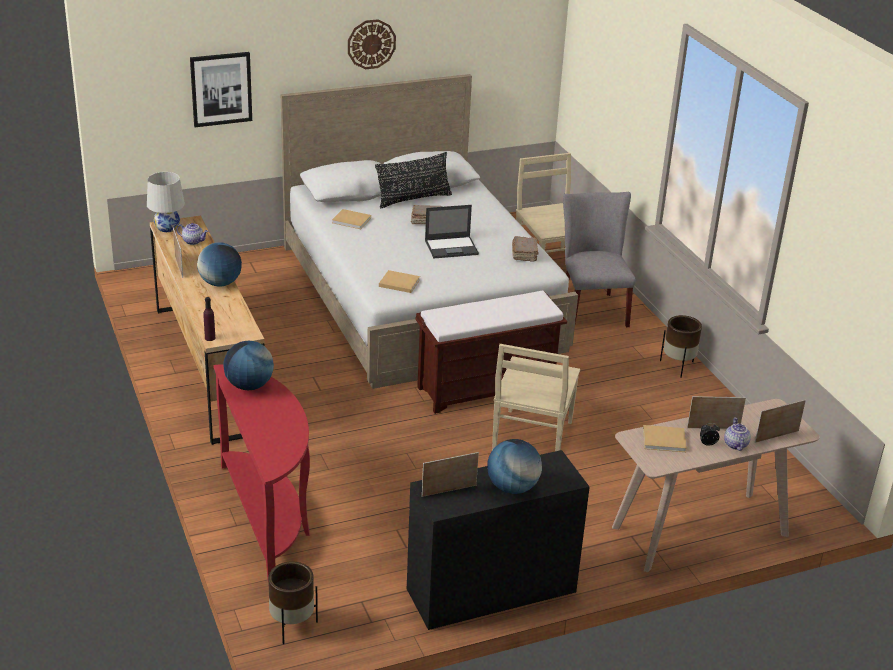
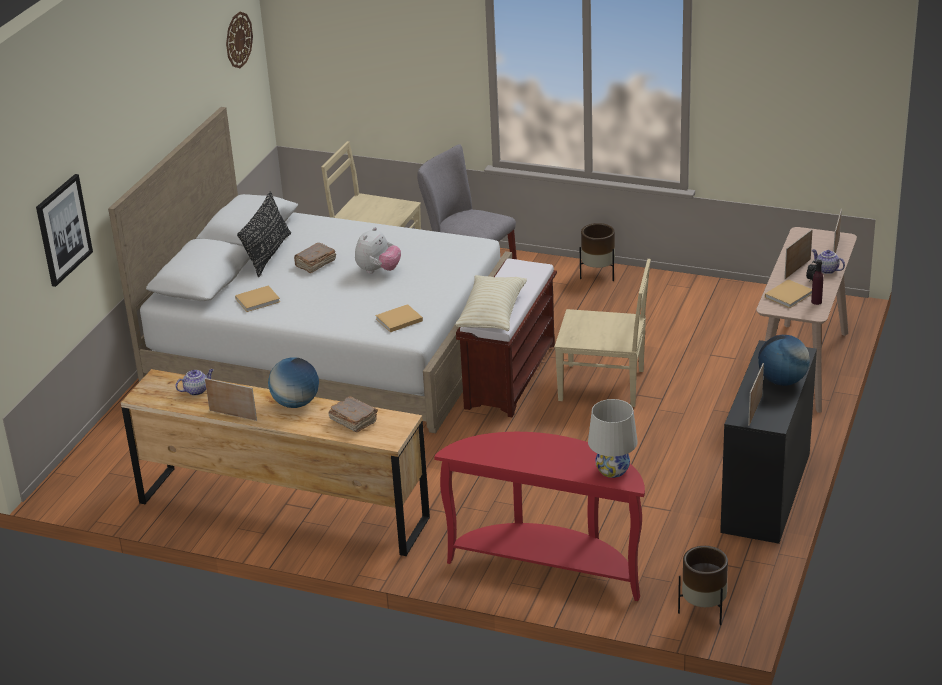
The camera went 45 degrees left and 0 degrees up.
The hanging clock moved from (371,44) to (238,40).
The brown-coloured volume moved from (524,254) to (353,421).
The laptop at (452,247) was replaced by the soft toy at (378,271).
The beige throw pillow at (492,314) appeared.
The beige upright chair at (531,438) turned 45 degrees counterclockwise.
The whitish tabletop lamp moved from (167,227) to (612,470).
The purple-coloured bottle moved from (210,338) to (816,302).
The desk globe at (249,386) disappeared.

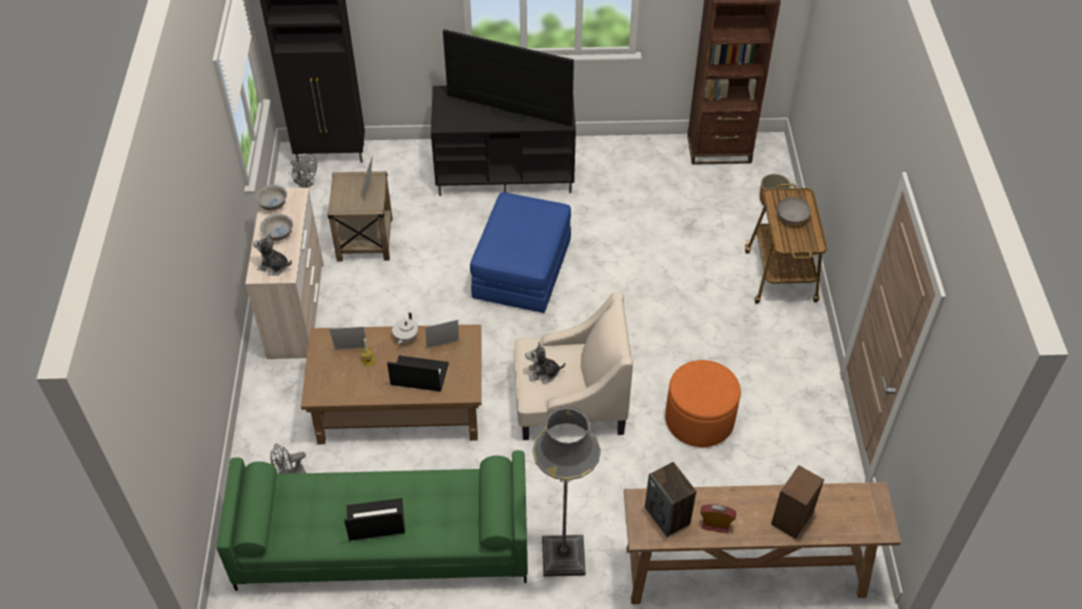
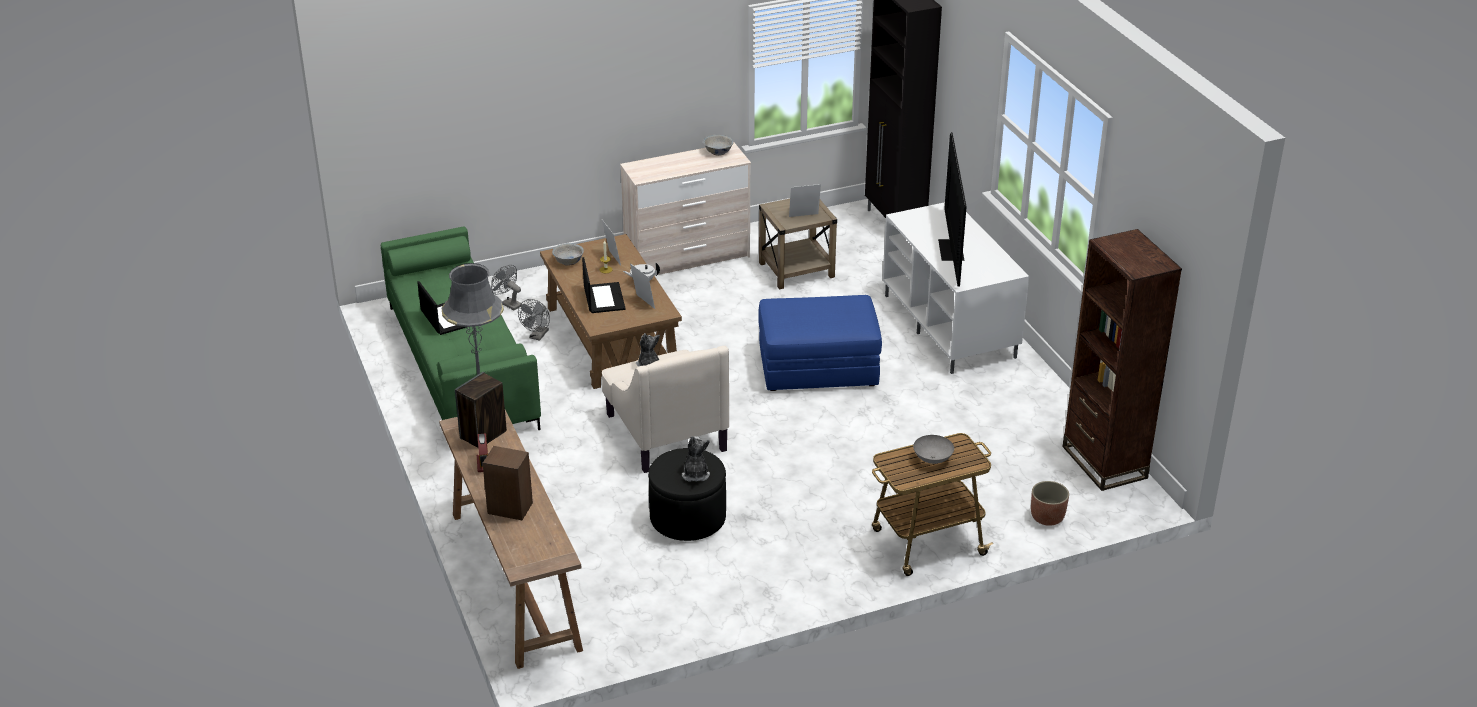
The camera went 70 degrees right and 15 degrees down.
The gray electric fan moved from (306,184) to (537,336).
The whitish deep dish moved from (279,234) to (568,261).
The orangey footrest at (699,420) became the black footrest at (688,518).
The soft toy moved from (274,266) to (695,474).
The black tv unit at (506,171) became the whitish tv unit at (951,326).

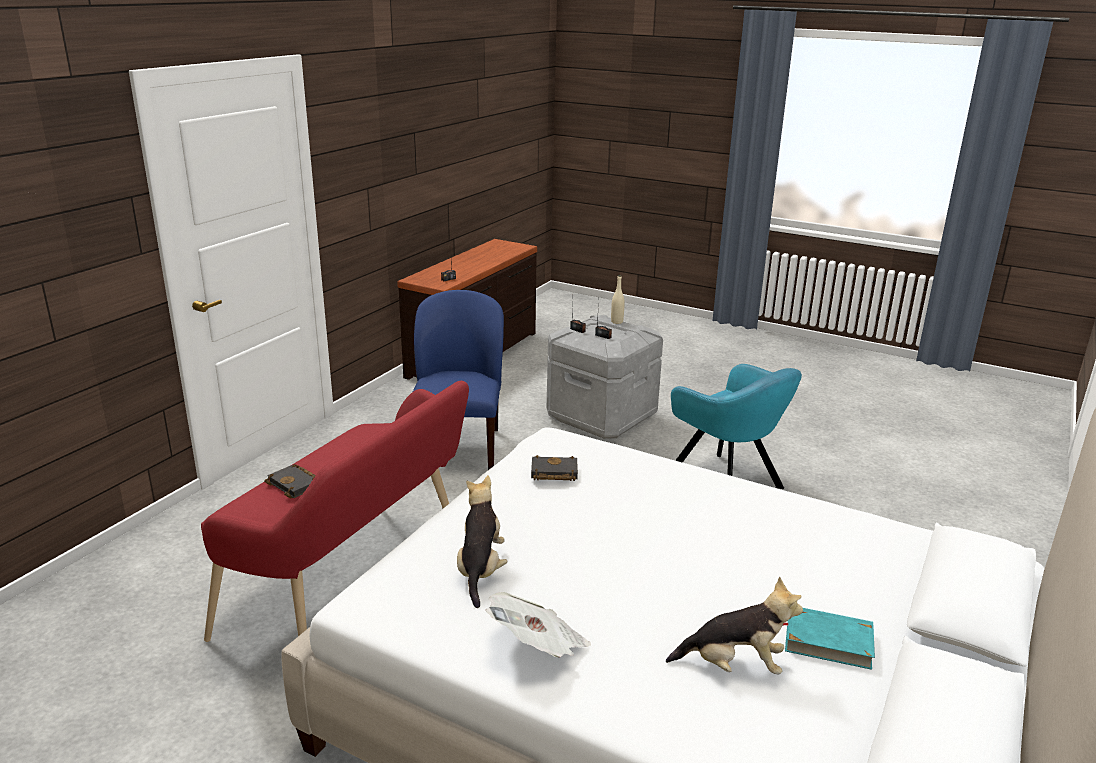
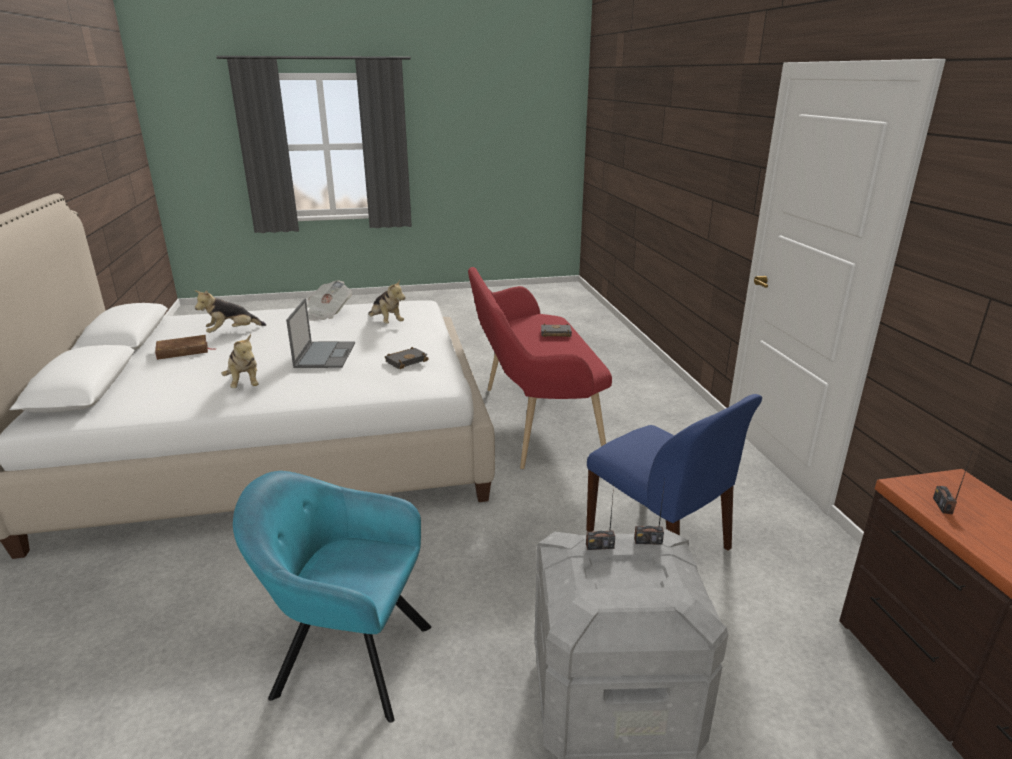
The camera went 140 degrees right and 0 degrees up.
The turquoise-coloured volume at (827,641) became the brown-coloured volume at (183,351).
The soft toy at (245,384) appeared.
The laptop at (325,355) appeared.
The beige bottle at (617,322) disappeared.

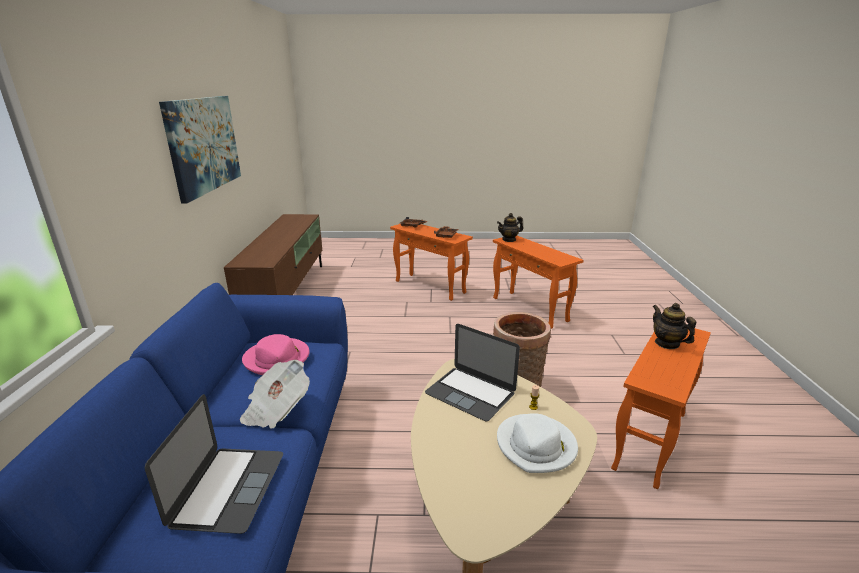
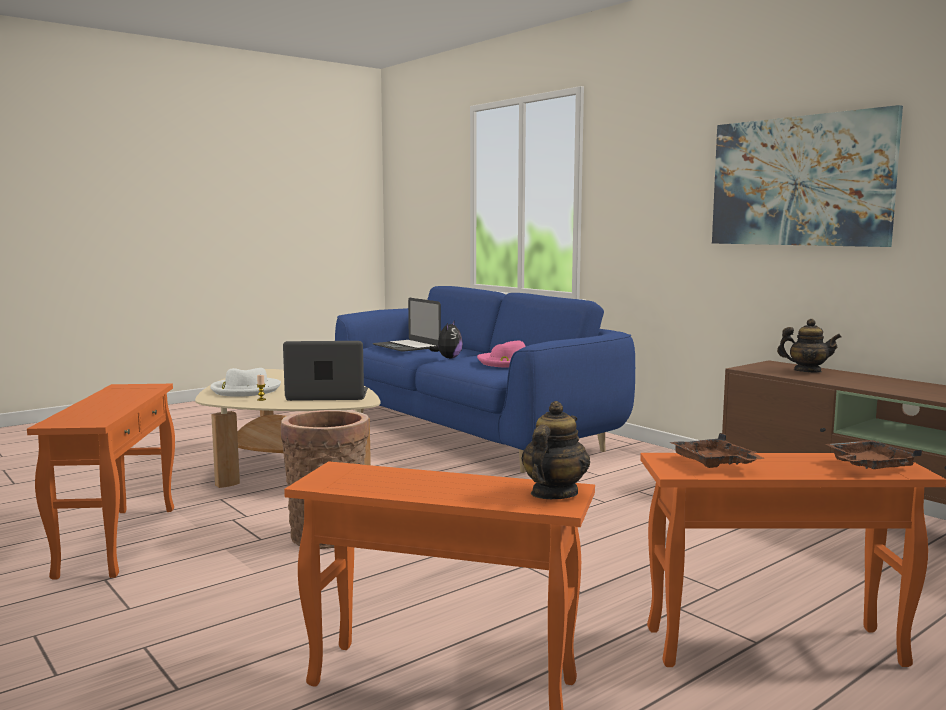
The camera went 140 degrees right and 15 degrees down.
The newspaper at (276,409) was replaced by the soft toy at (448,358).
The teapot moved from (667,343) to (807,371).

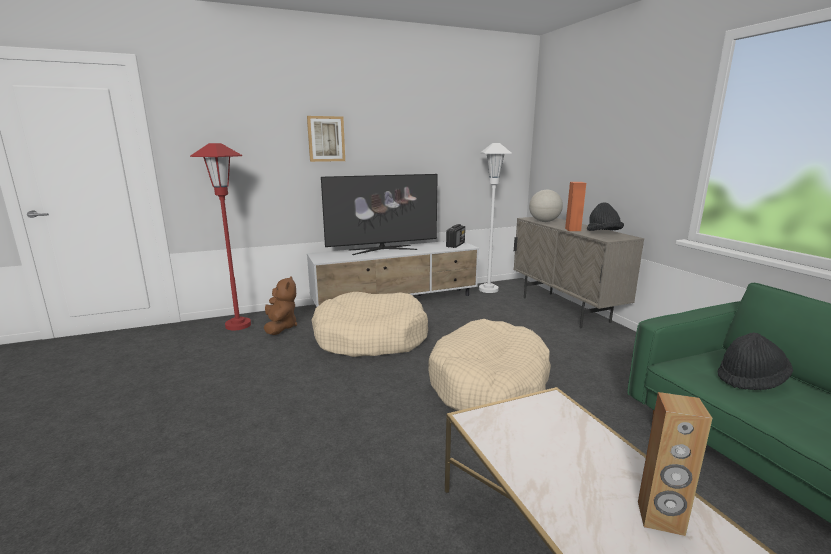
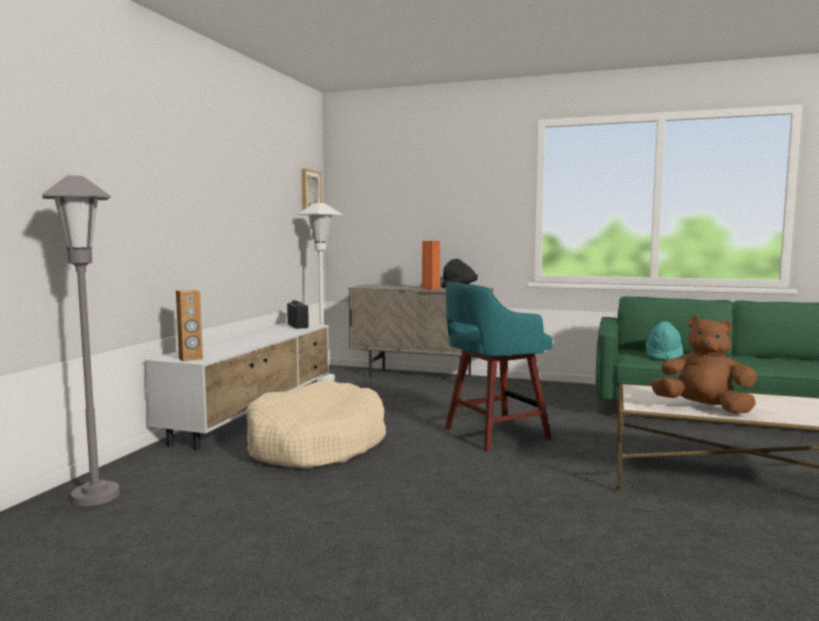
The camera went 50 degrees left and 10 degrees down.
The red standard lamp at (238,325) became the gray standard lamp at (95,496).
The brown-coloured loudspeaker moved from (660,518) to (191,358).
The wall art moved from (326,139) to (310,192).
The beige dog cushion at (489,383) was replaced by the turquoise-coloured sitting stool at (493,434).
The black wearable hat at (750,380) became the turquoise-coloured wearable hat at (663,356).
The brown-coloured soft toy moved from (280,327) to (703,408).
The television at (382,250) disappeared.
The desk globe at (544,221) disappeared.

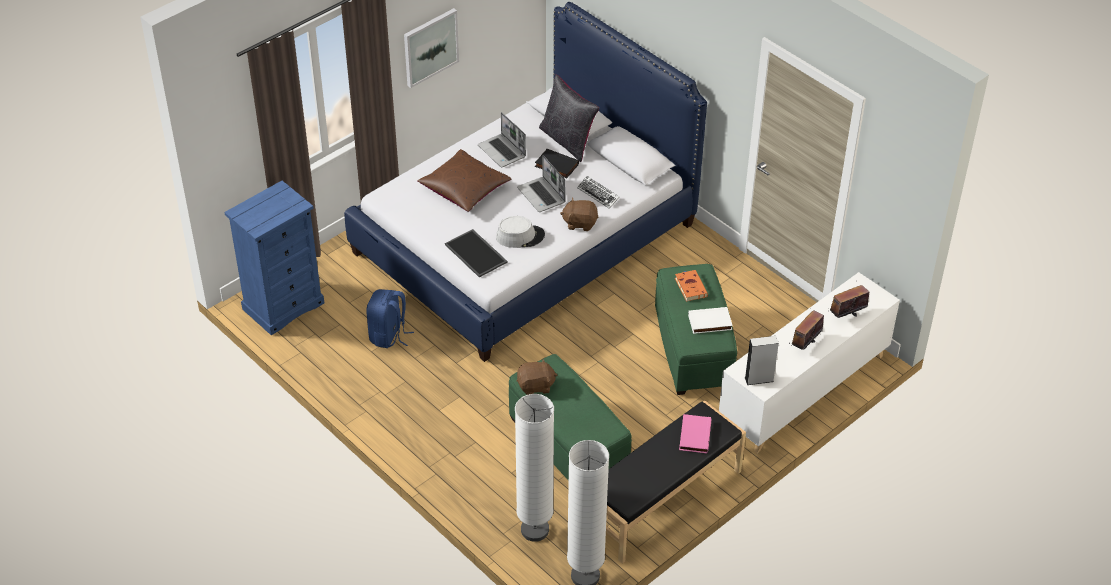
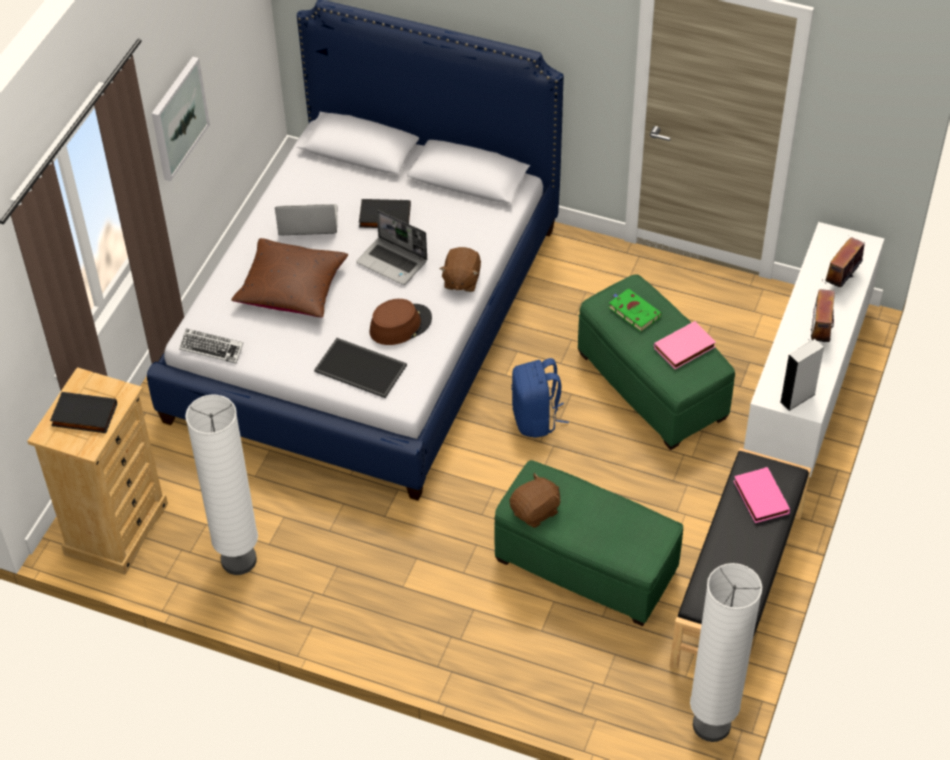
The camera went 25 degrees left and 5 degrees up.
The blue-coloured dresser at (283,306) became the beige dresser at (116,528).
The black volume at (83,416) appeared.
The keyboard moved from (598,194) to (211,348).
The whitish standard lamp moved from (535,530) to (239,560).
The laptop at (502,152) turned 150 degrees clockwise.
The gray wearable hat at (520,236) became the brown-coloured wearable hat at (400,325).
The brown-coloured soft toy at (580,223) turned 60 degrees counterclockwise.
The blue-coloured rucksack moved from (388,336) to (536,419).
The orangey volume at (690,286) became the greenish volume at (633,311).
The whitish volume at (709,323) became the pink-coloured volume at (685,348).
The black throw pillow at (568,140) disappeared.

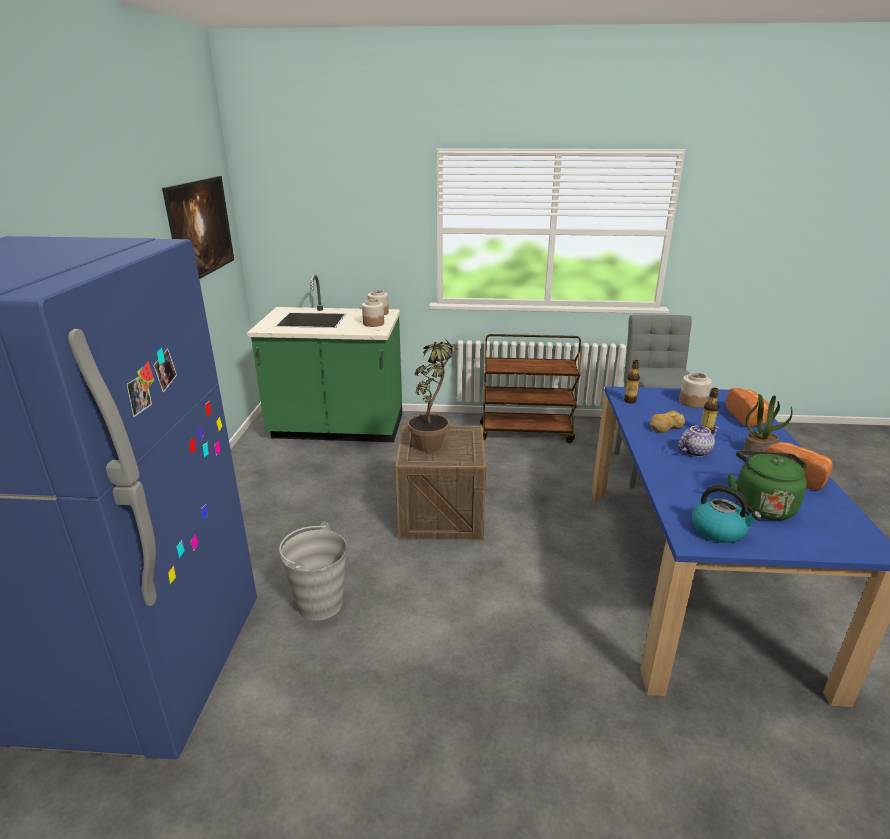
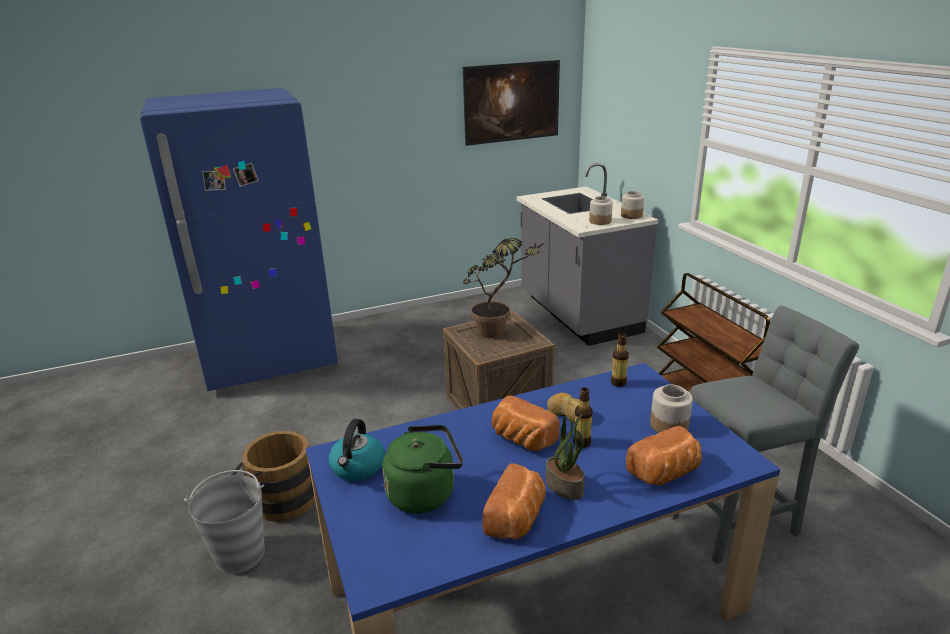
The camera went 65 degrees right and 0 degrees up.
The gray water bucket moved from (319,603) to (240,554).
The brown-coloured water bucket at (280,499) appeared.
The teapot at (695,451) was replaced by the baked bread at (521,439).
The greenish kitchen base unit at (337,429) became the gray kitchen base unit at (578,315).

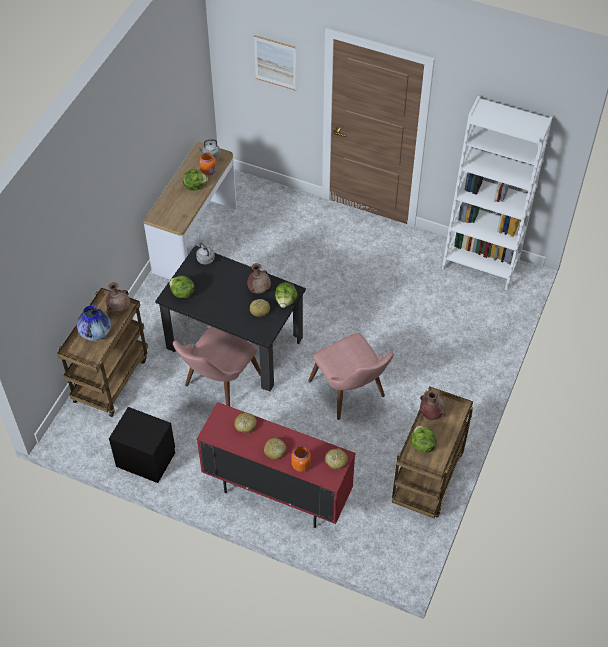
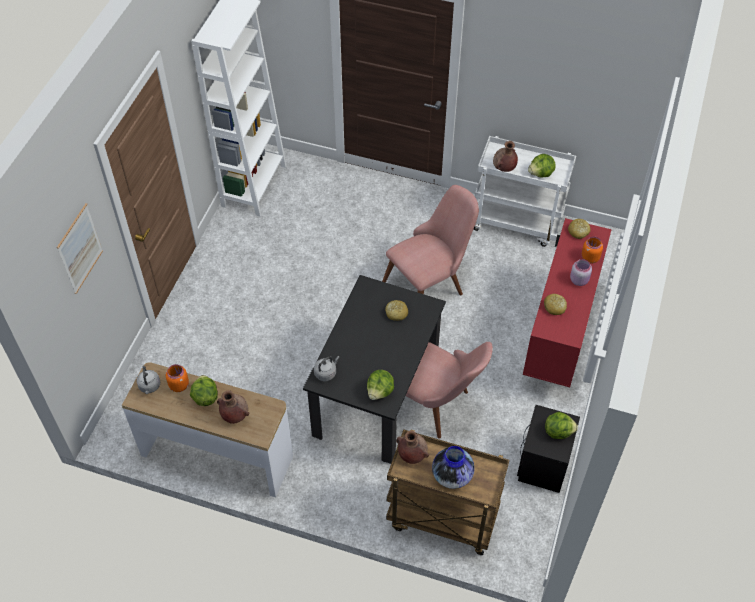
The camera went 95 degrees left and 0 degrees up.
The brown-coloured decorative vase moved from (259,289) to (234,415).
The brown-coloured trolley at (428,480) became the whitish trolley at (517,222).
The lettuce moved from (286,301) to (558,431).
The baked bread at (275,451) was replaced by the pink-coloured jar at (579,280).

